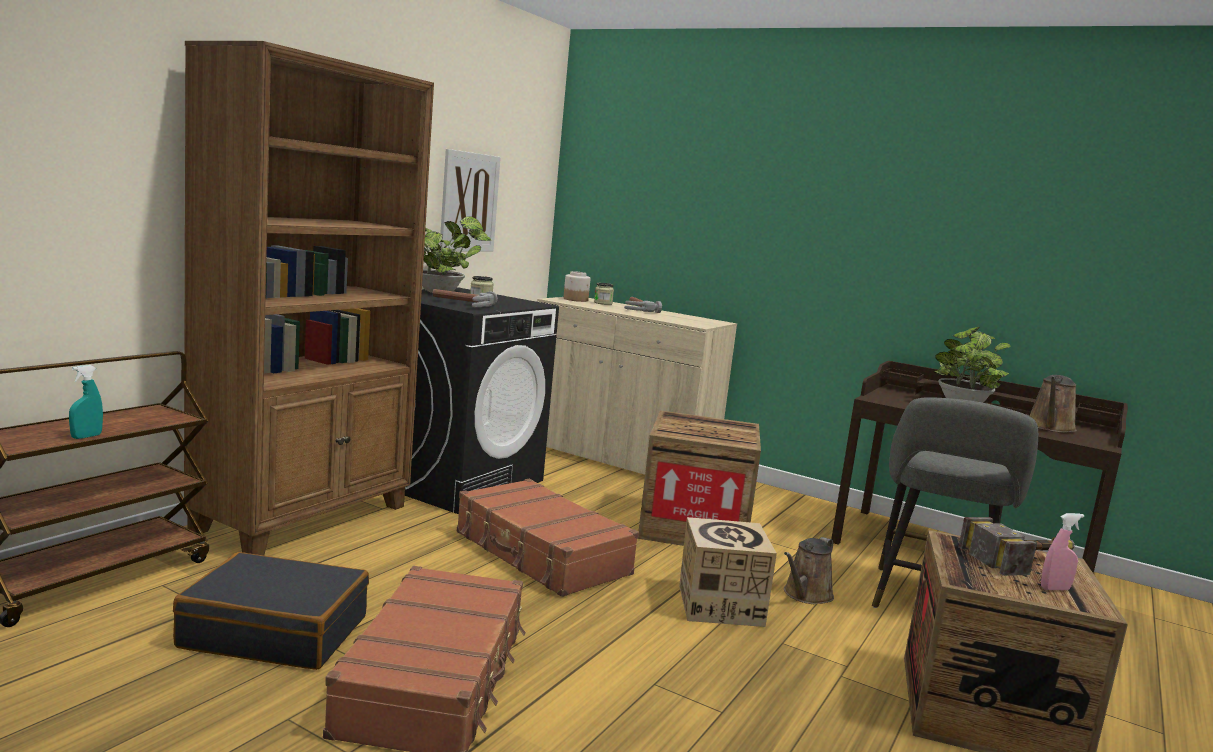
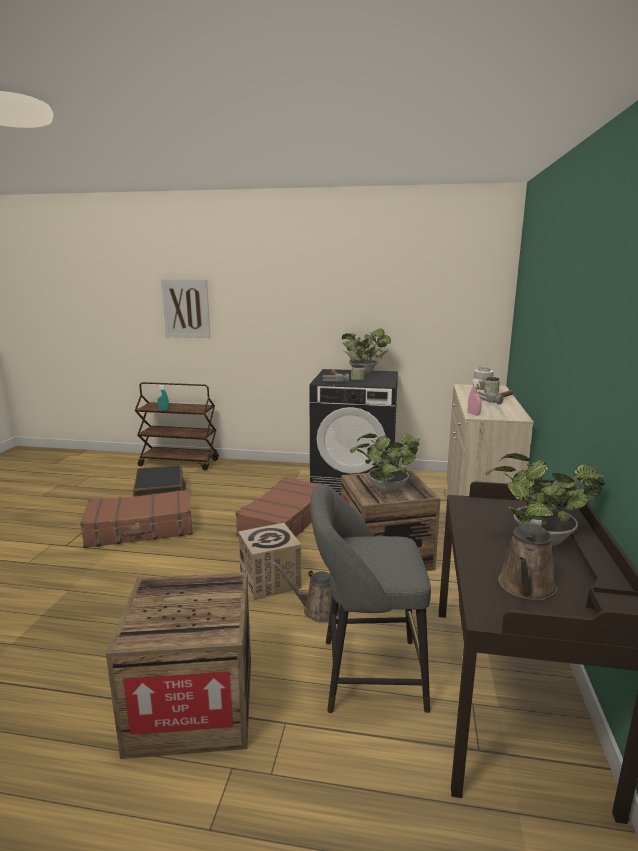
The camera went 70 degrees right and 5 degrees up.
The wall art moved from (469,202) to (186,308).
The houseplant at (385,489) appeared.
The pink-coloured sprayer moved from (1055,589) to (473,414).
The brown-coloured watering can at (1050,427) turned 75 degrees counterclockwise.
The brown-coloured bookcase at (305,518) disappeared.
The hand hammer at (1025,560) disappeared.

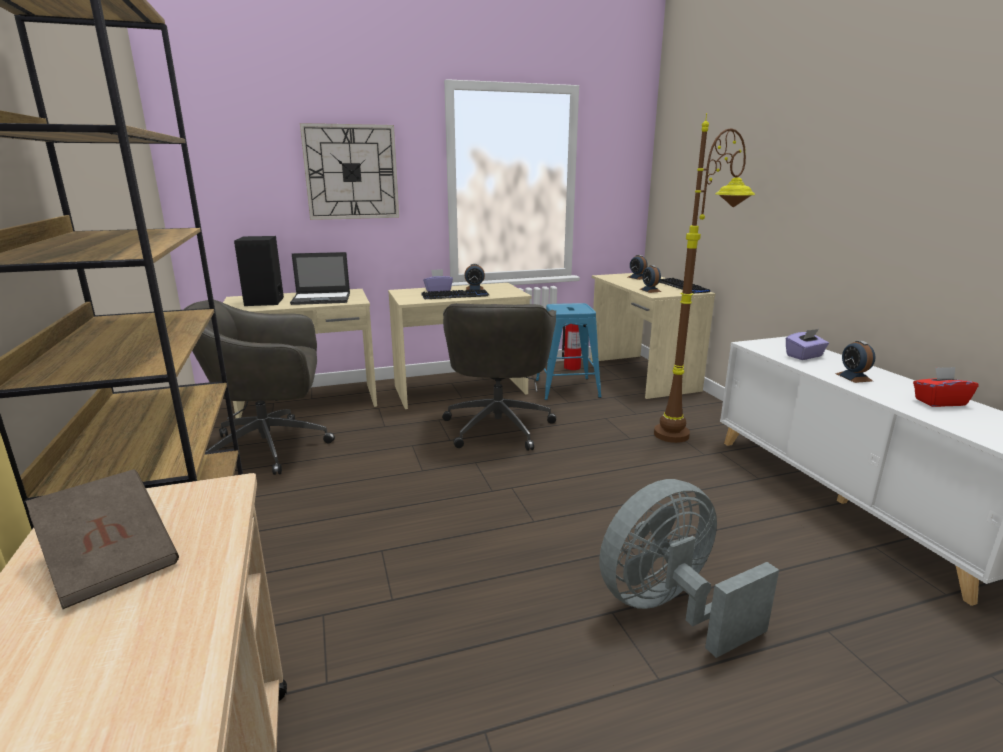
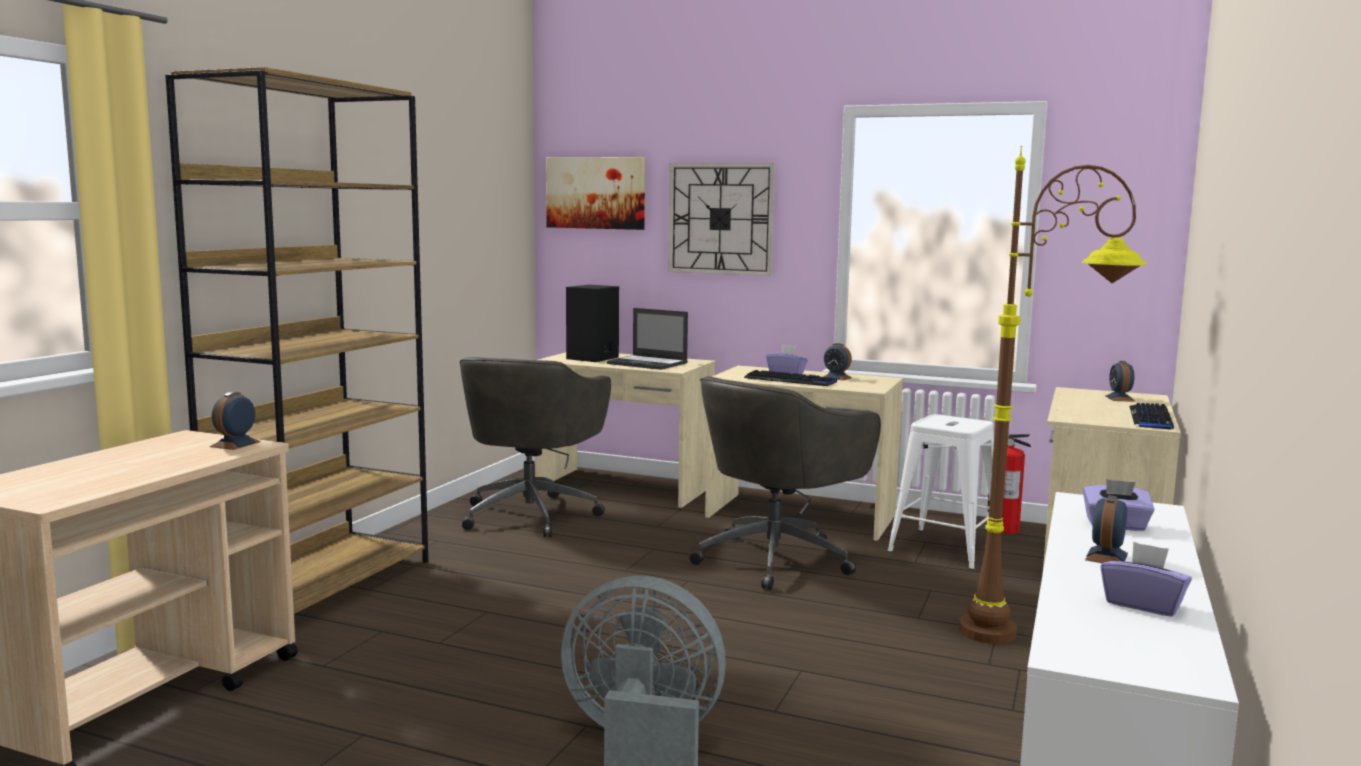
The camera went 40 degrees right and 10 degrees down.
The bedside clock moved from (650,290) to (235,444).
The gray office chair at (272,447) turned 105 degrees counterclockwise.
The wall art at (596,193) appeared.
The blue-coloured sitting stool at (567,388) became the whitish sitting stool at (945,549).
The red tissue holder at (939,402) became the purple-coloured tissue holder at (1143,604).
The brown-coloured volume at (111,560) disappeared.

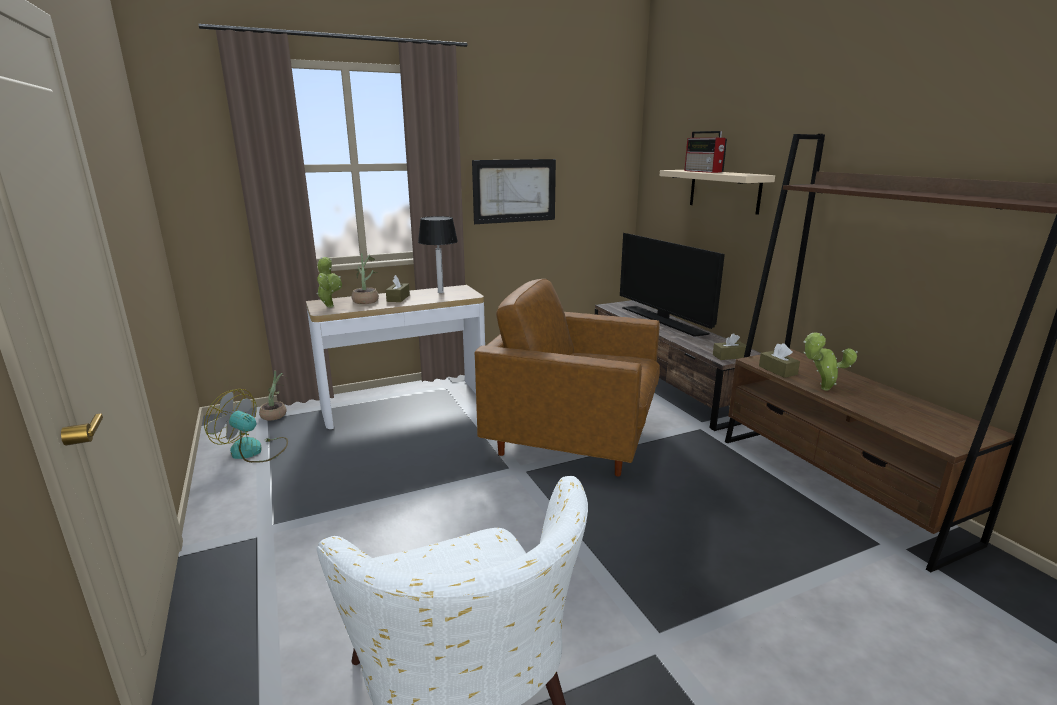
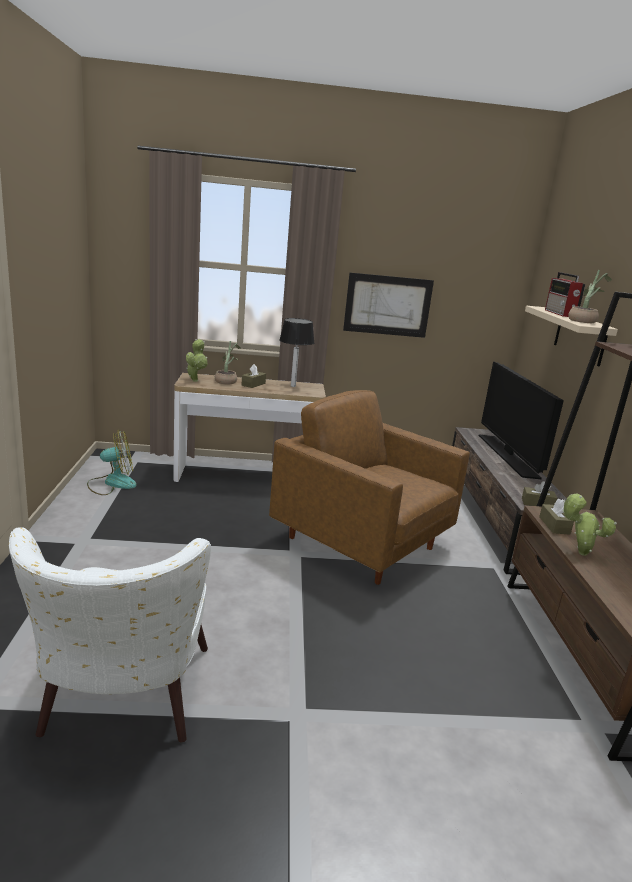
The camera went 20 degrees right and 0 degrees up.
The electric fan at (253,451) turned 120 degrees clockwise.
The houseplant moved from (276,414) to (584,321).

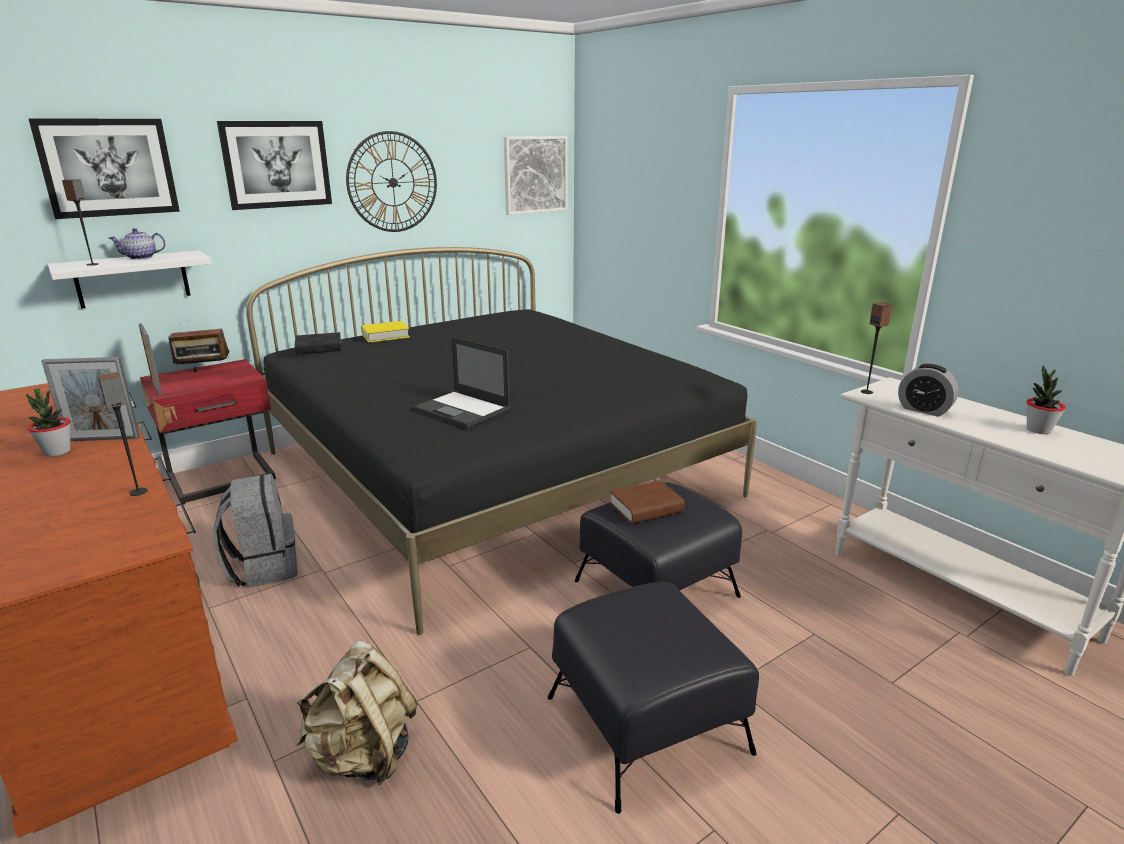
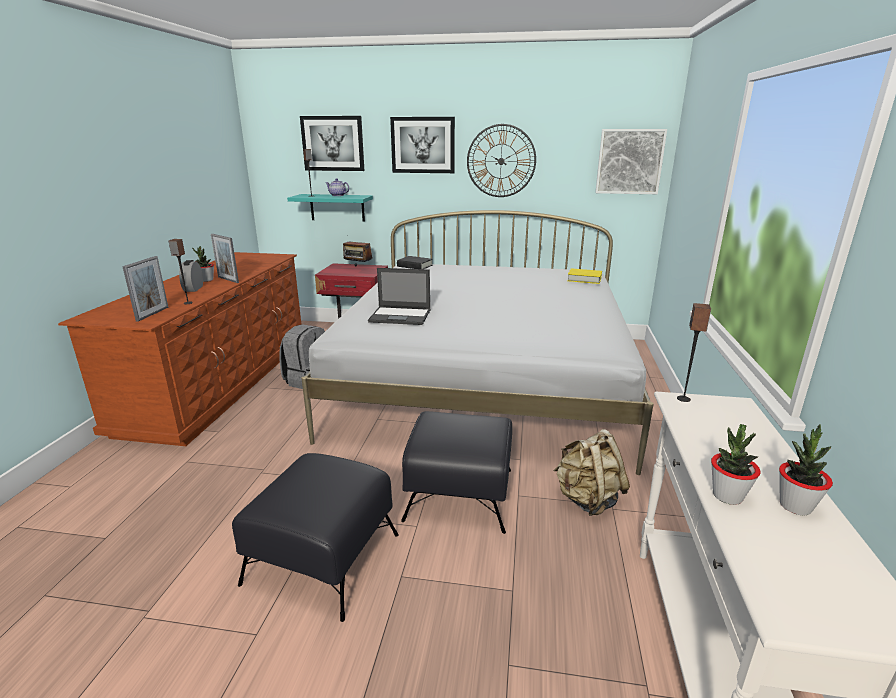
The camera went 45 degrees right and 0 degrees up.
The standing frame moved from (156,387) to (152,314).
The bedside clock moved from (924,410) to (193,289).
The whitish wall shelf at (132,279) became the turquoise-coloured wall shelf at (337,207).
The black bed at (494,473) became the whitish bed at (484,381).
The laptop at (462,409) turned 75 degrees counterclockwise.
The beige rucksack moved from (363,756) to (587,499).
The yellow volume moved from (385,336) to (584,279).
The houseplant at (727,496) appeared.
The brown-coloured volume at (646,508) disappeared.

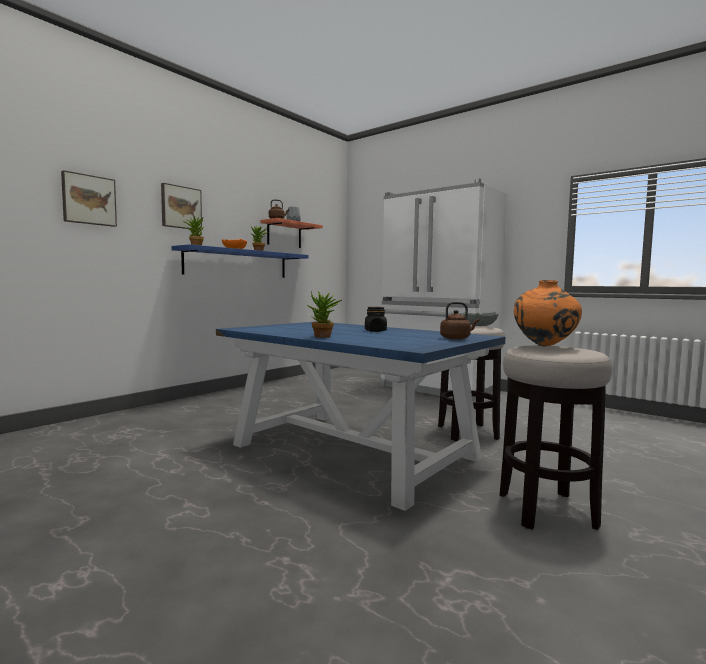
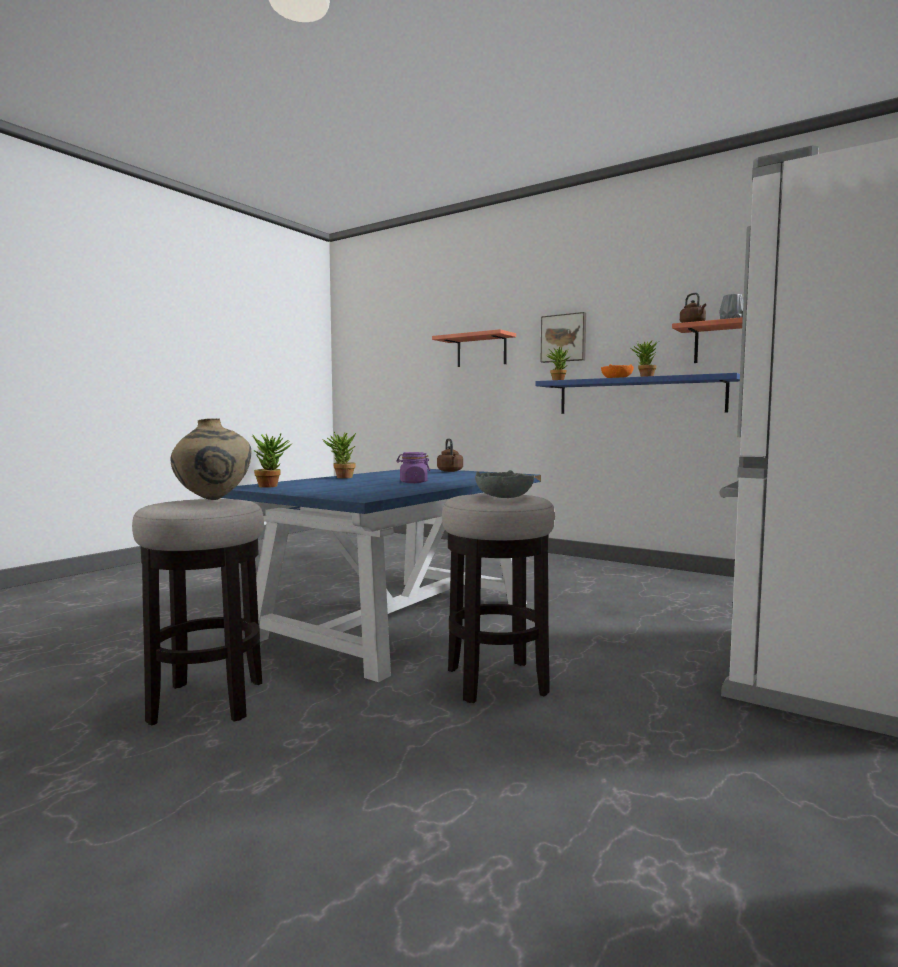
The camera went 85 degrees right and 0 degrees up.
The orangey decorative vase at (545,346) became the beige decorative vase at (213,500).
The houseplant at (271,486) appeared.
The black jar at (375,331) became the purple-coloured jar at (413,482).
The wall art at (89,200) was replaced by the wall shelf at (481,351).
The brown-coloured water kettle moved from (457,338) to (450,471).

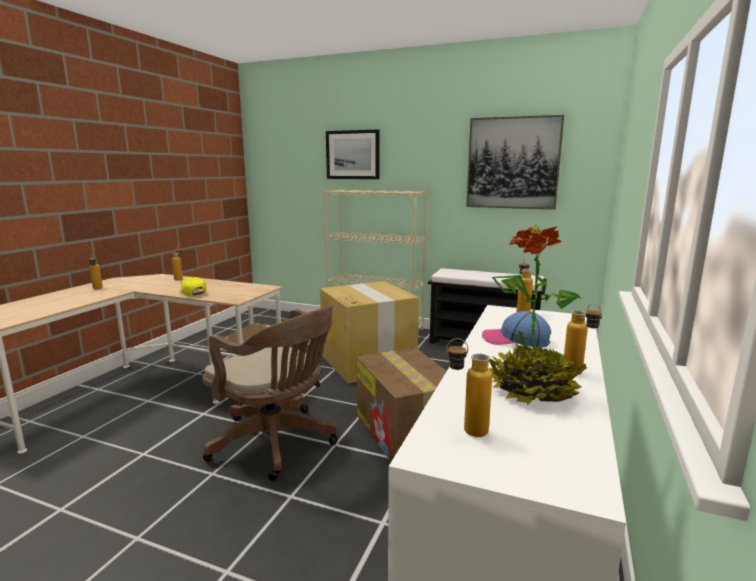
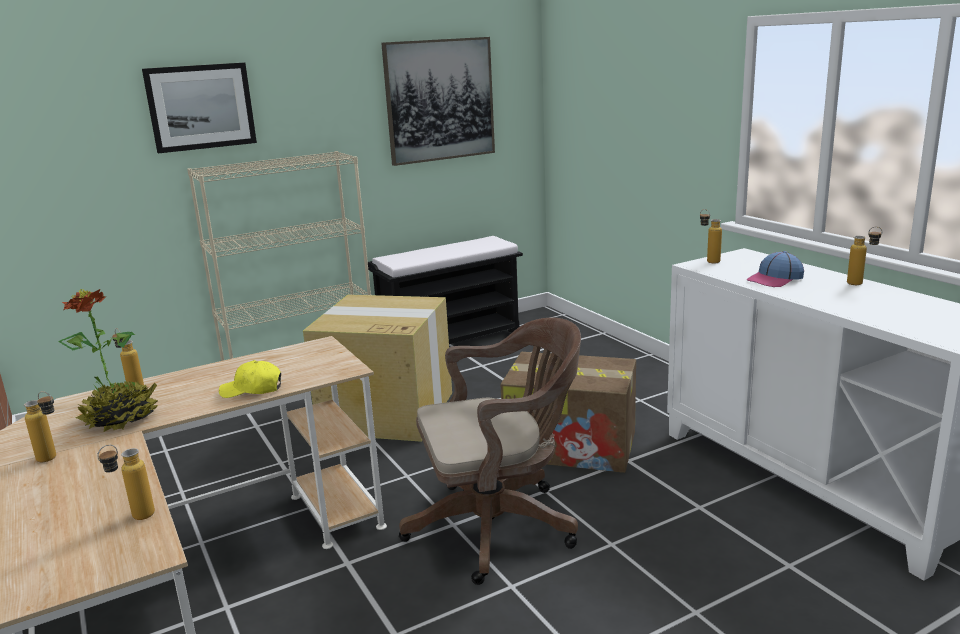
The camera went 50 degrees left and 5 degrees up.
The houseplant moved from (533,391) to (121,419).
The bottle moved from (465,431) to (134,518).

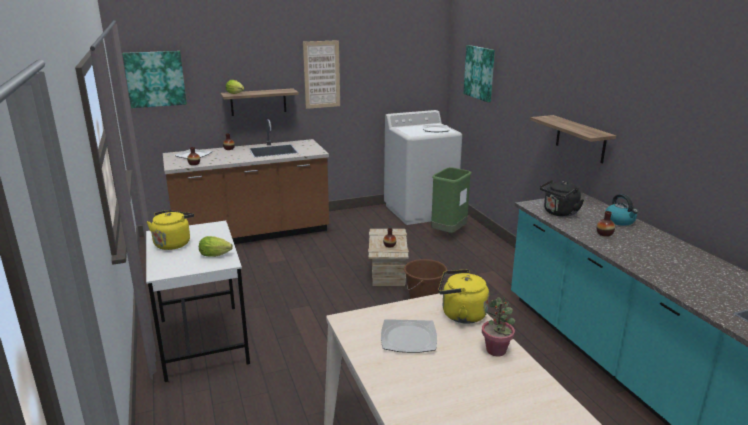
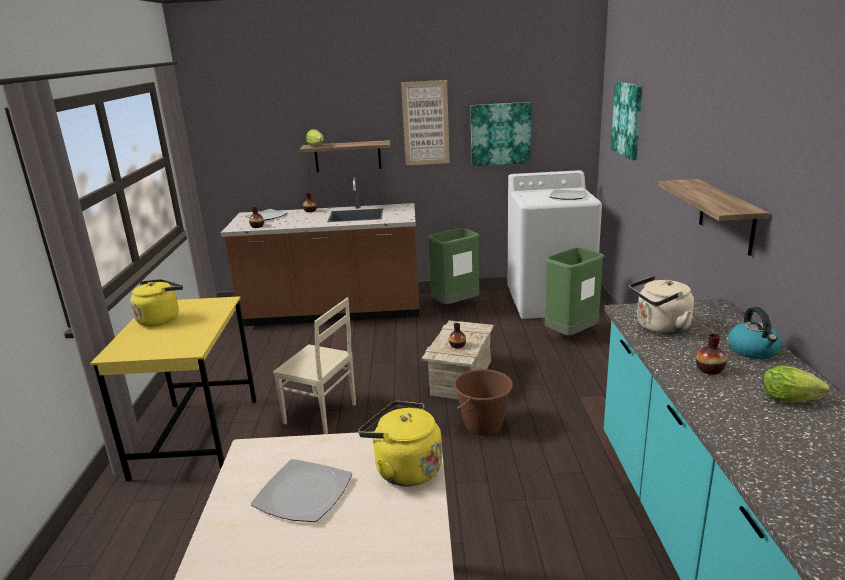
The camera went 20 degrees right and 0 degrees up.
The whitish desk unit at (202,341) became the yellow desk unit at (197,437).
The beige upright chair at (321,414) appeared.
The greenish rubbish bin at (455,306) appeared.
The wall art moved from (155,79) to (500,134).
The black water kettle at (559,213) became the beige water kettle at (660,328).
The lettuce moved from (217,255) to (792,400).
The houseplant at (496,350) disappeared.

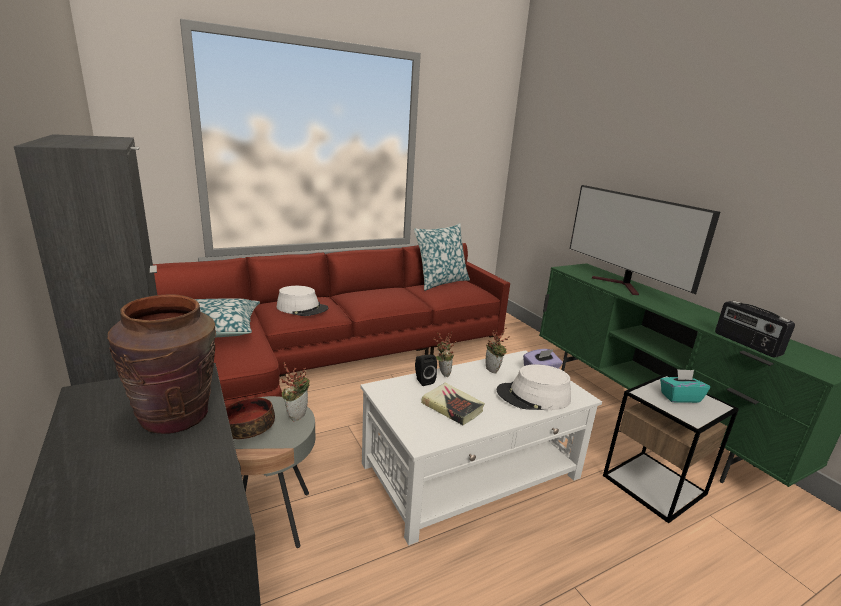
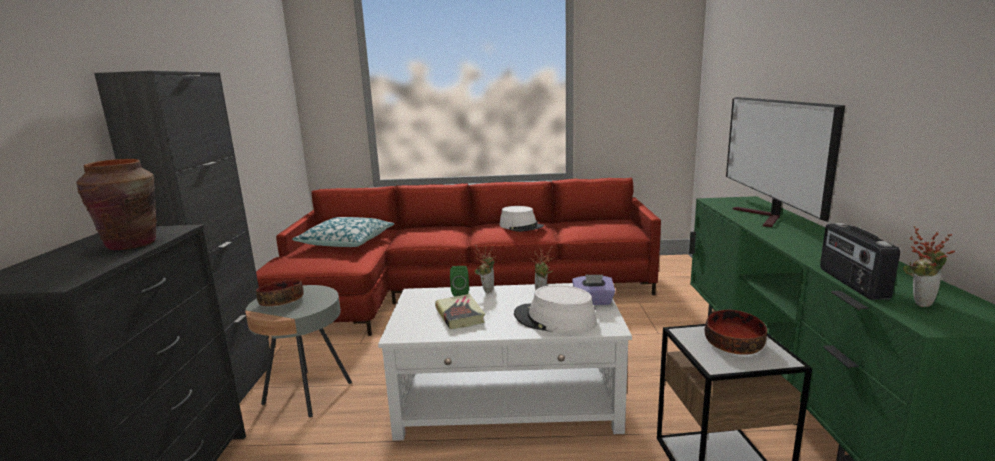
The camera went 30 degrees right and 5 degrees down.
The black loudspeaker at (423,380) became the greenish loudspeaker at (460,293).
The whitish wearable hat moved from (302,308) to (521,226).
The turquoise-coloured tissue holder at (679,397) was replaced by the deep dish at (733,343).
The houseplant moved from (296,415) to (919,301).
The throw pillow at (440,282) disappeared.

